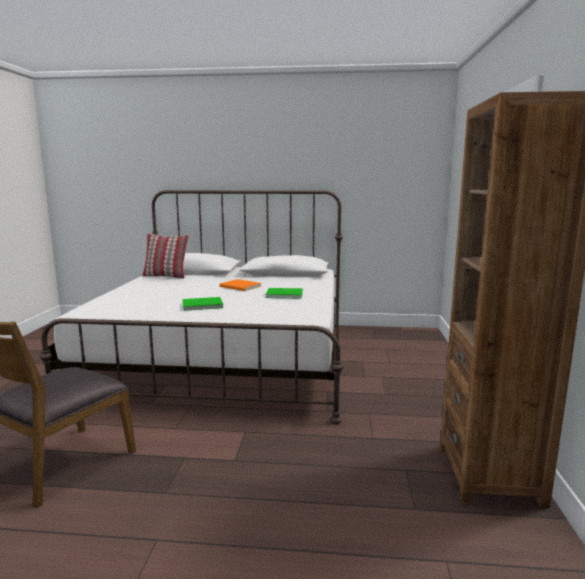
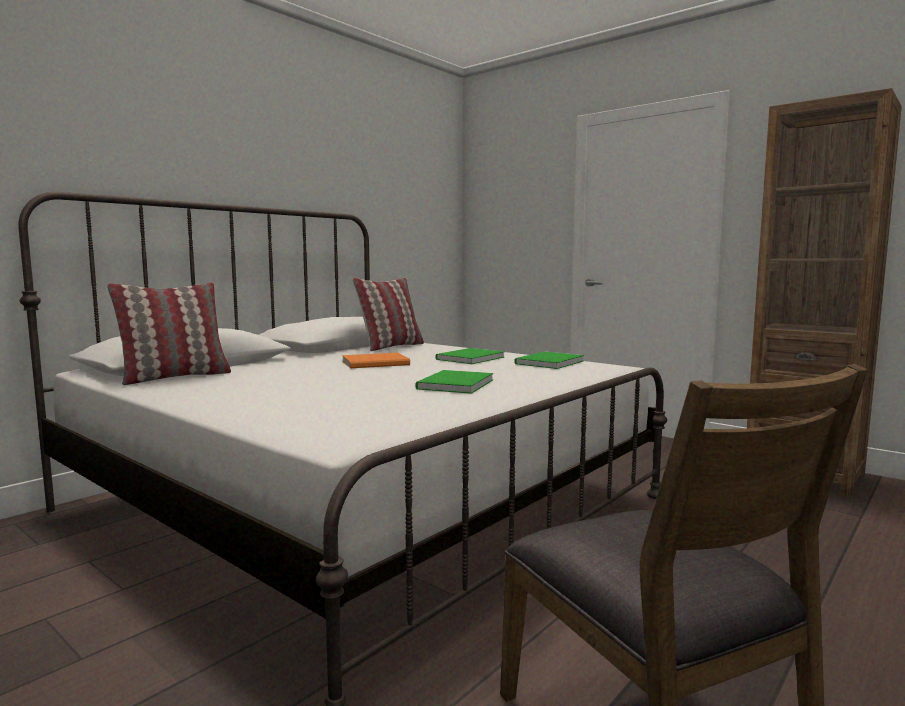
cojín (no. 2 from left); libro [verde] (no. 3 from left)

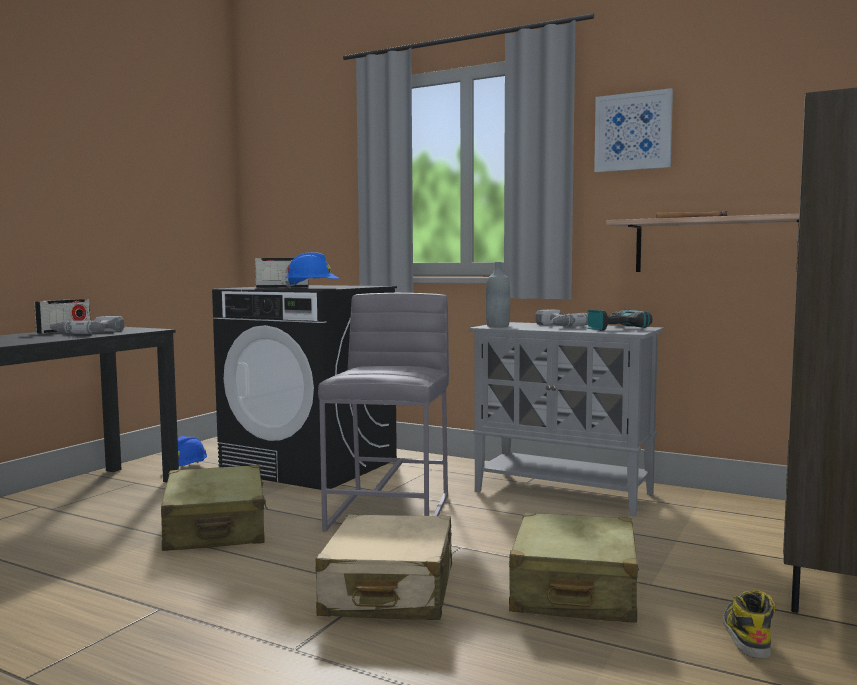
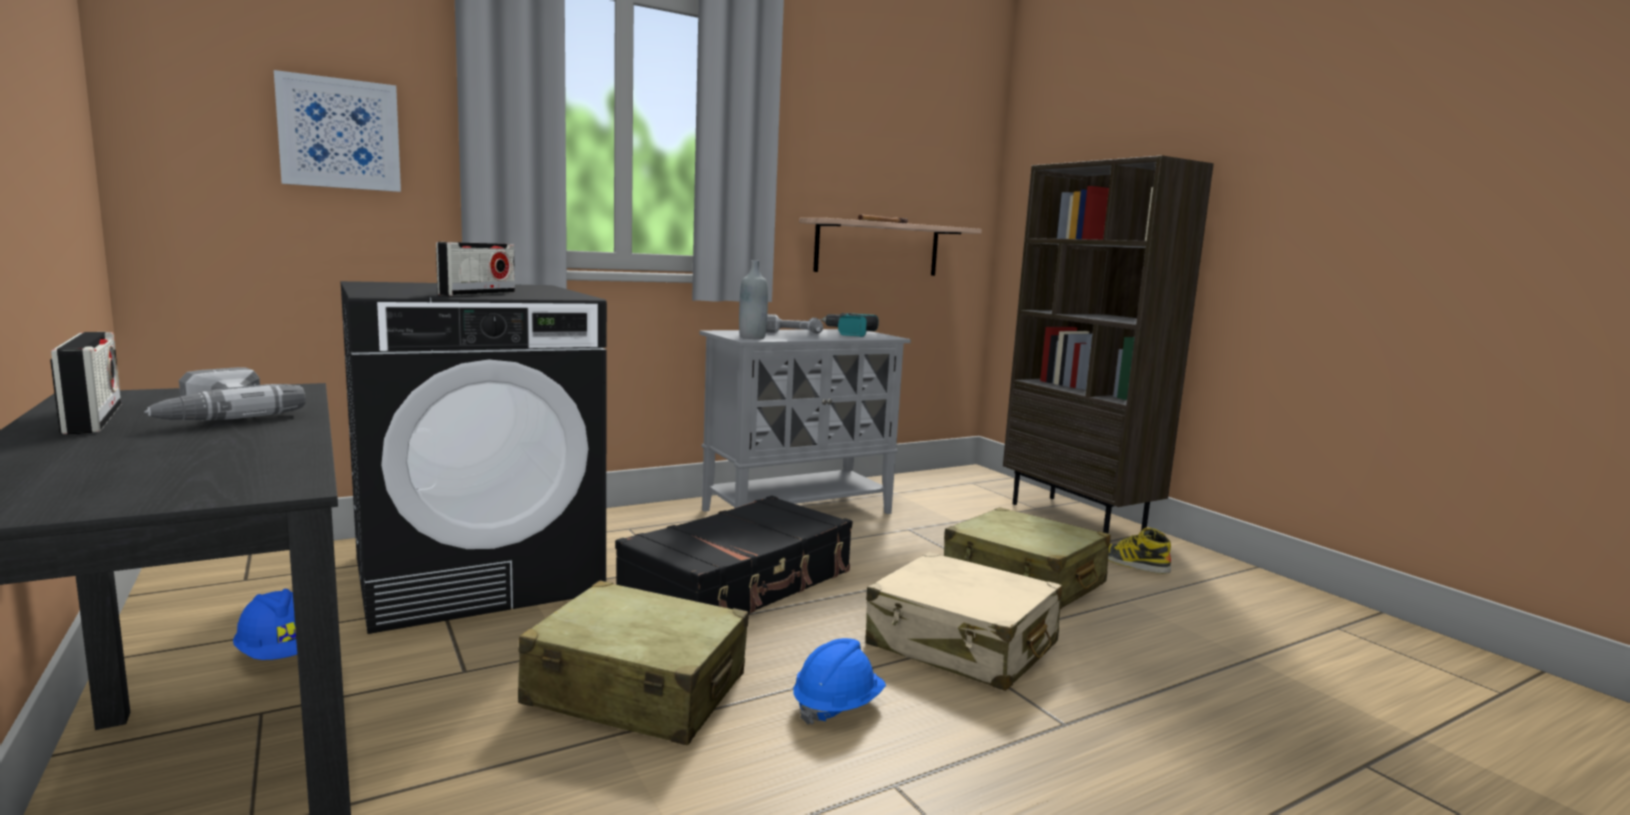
cuadro; casco [azul] (no. 2 from left); maleta [negro]

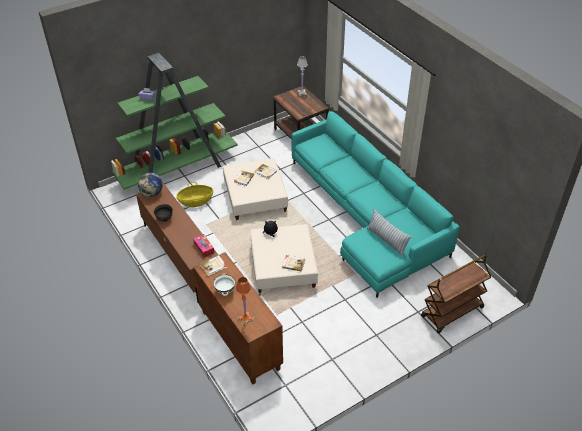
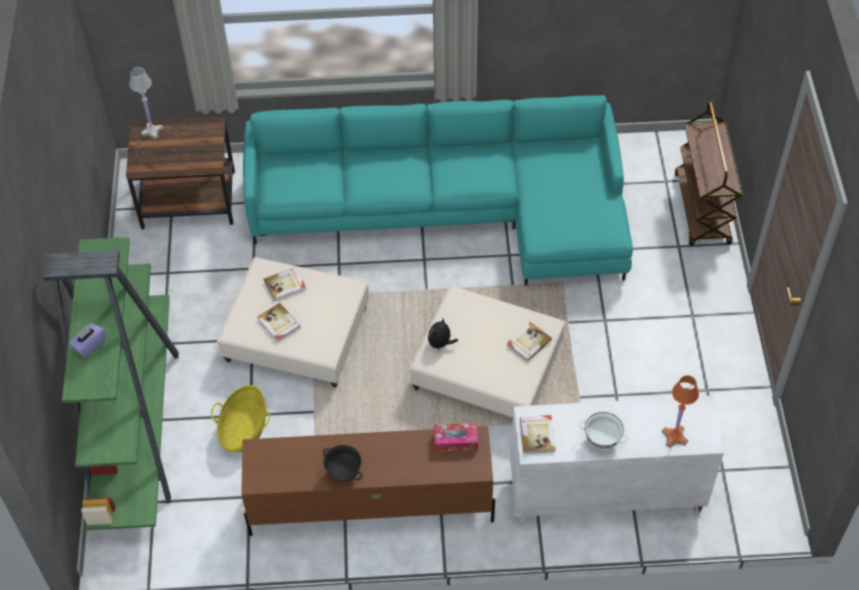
globo terráqueo; cojín; armario [blanco]

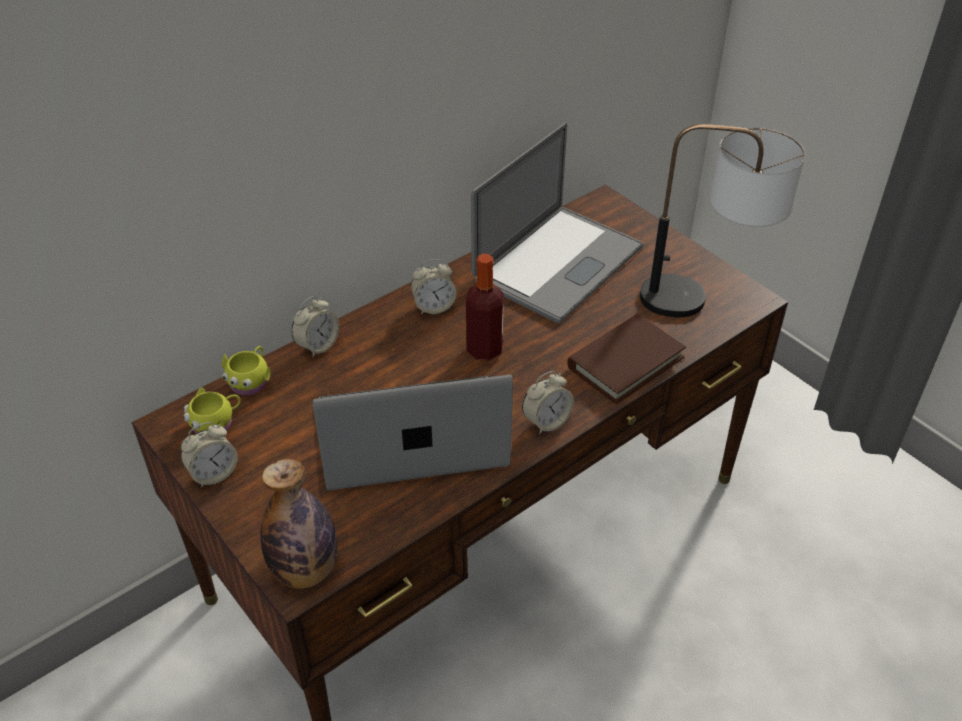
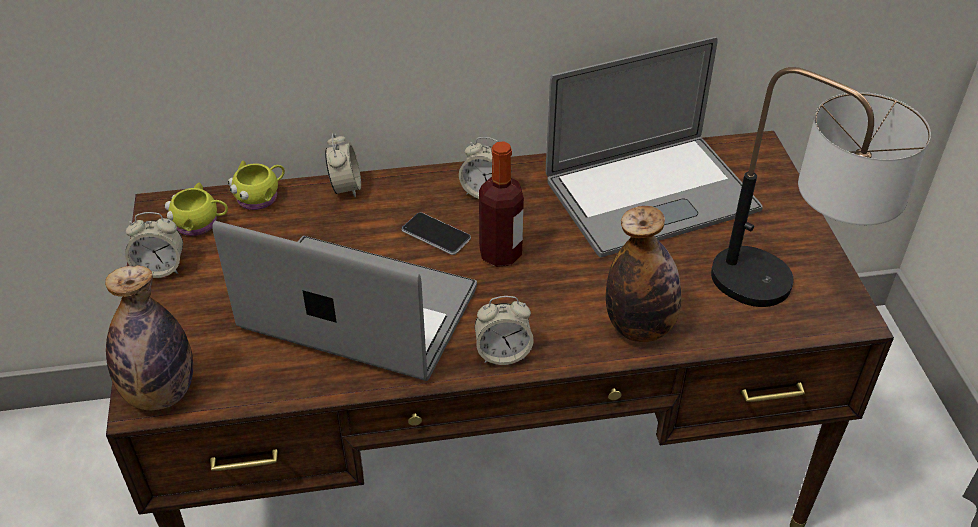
despertador (no. 2 from left); botella (no. 3 from left); móvil

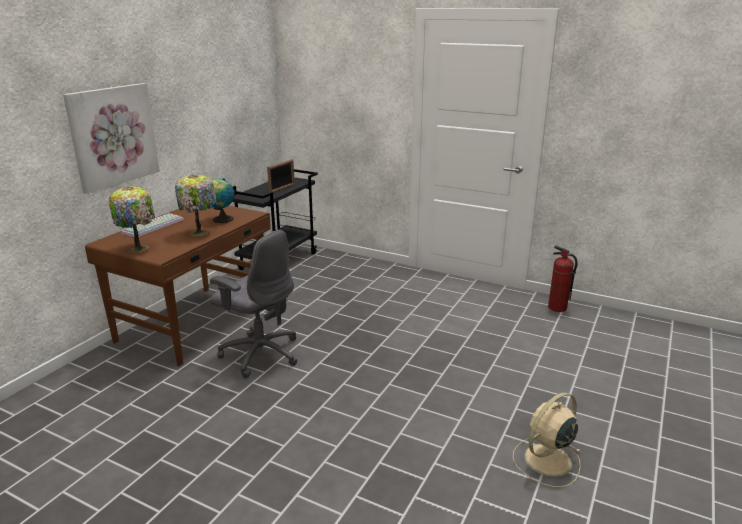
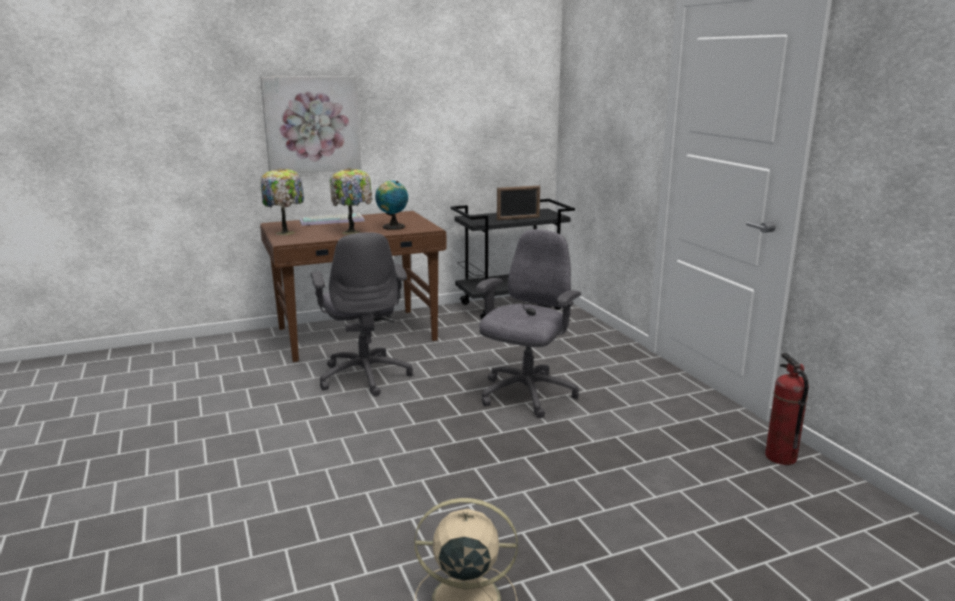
silla de oficina [gris] (no. 2 from left)

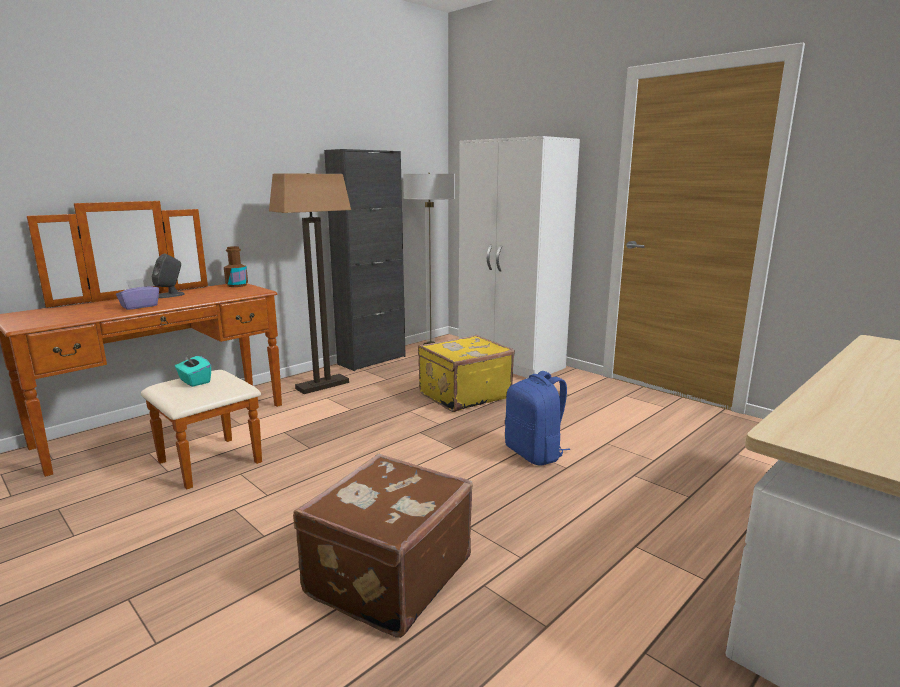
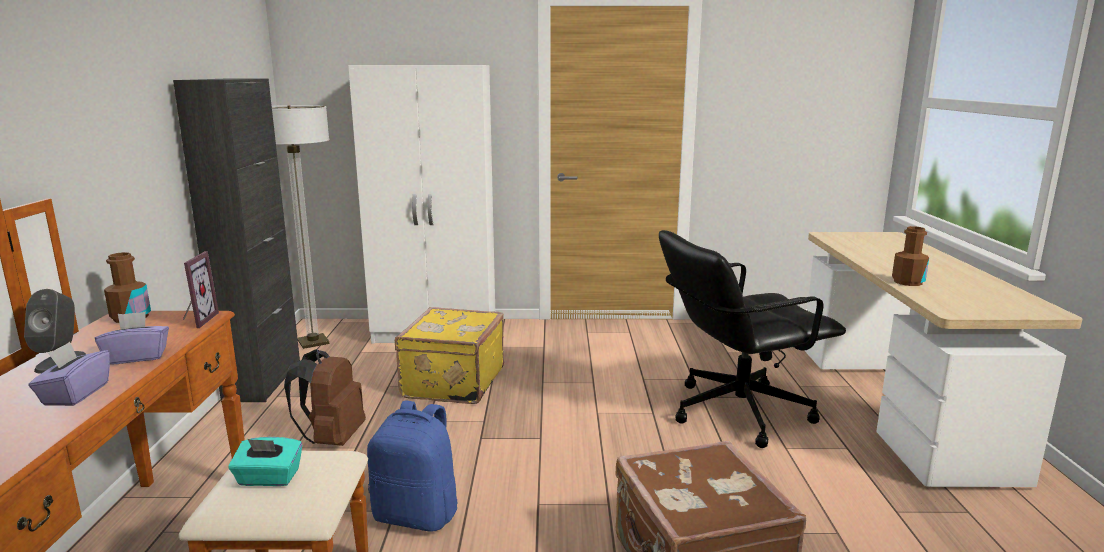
lámpara de pie (no. 1 from left in the first image); mochila [azul]; botella [marrón] (no. 2 from left); silla de oficina [negro]; portarretratos; caja de pañuelos [morado] (no. 2 from left); mochila [marrón]

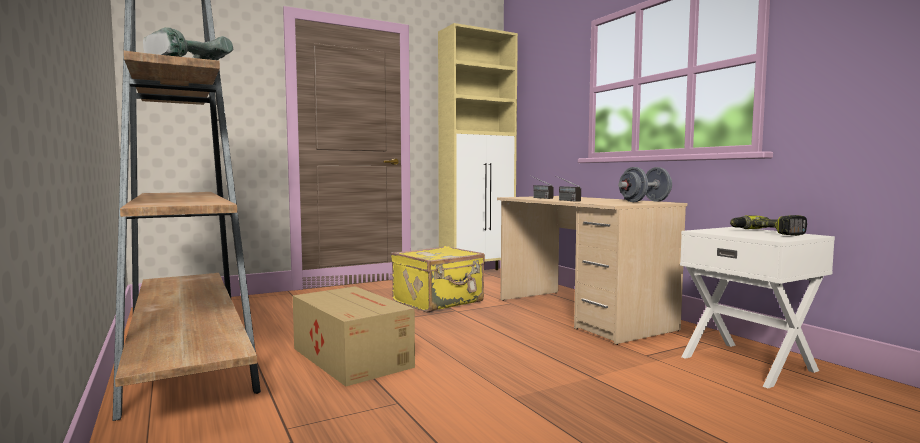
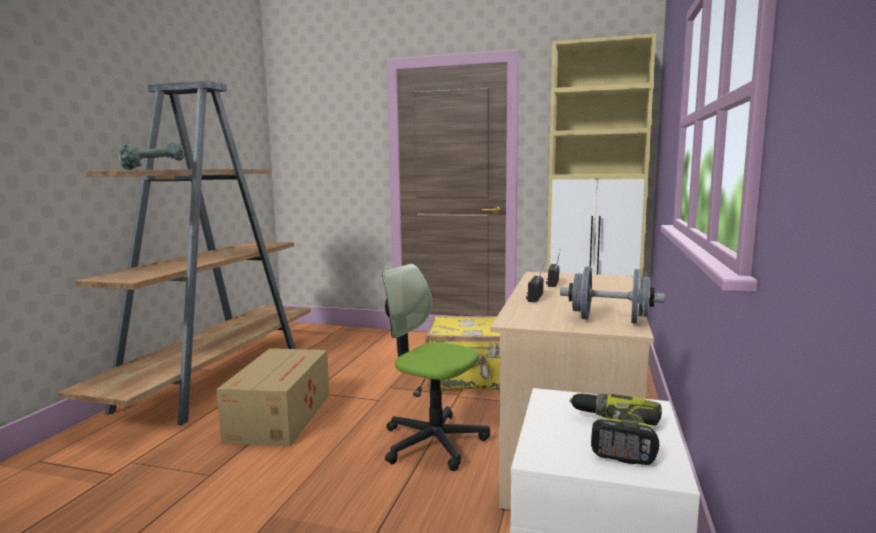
silla de oficina

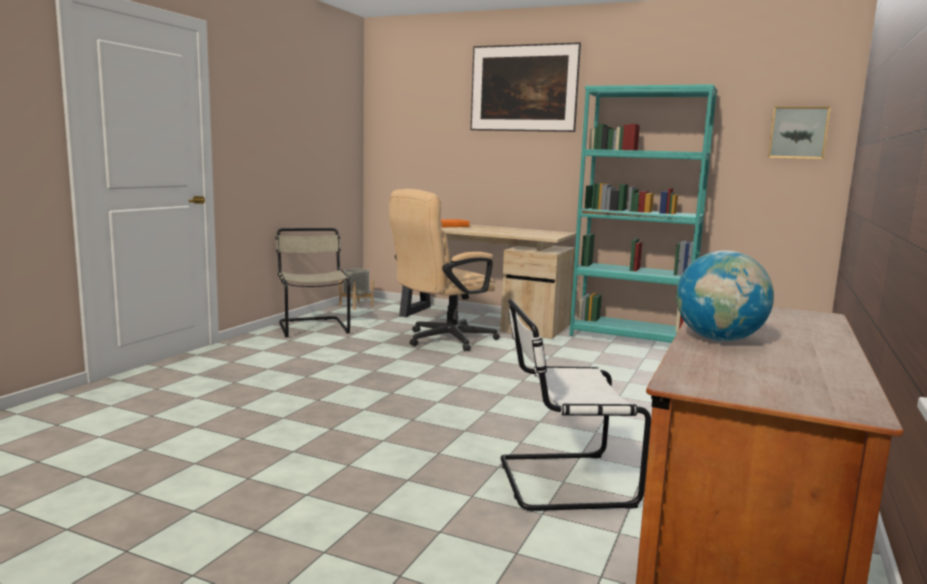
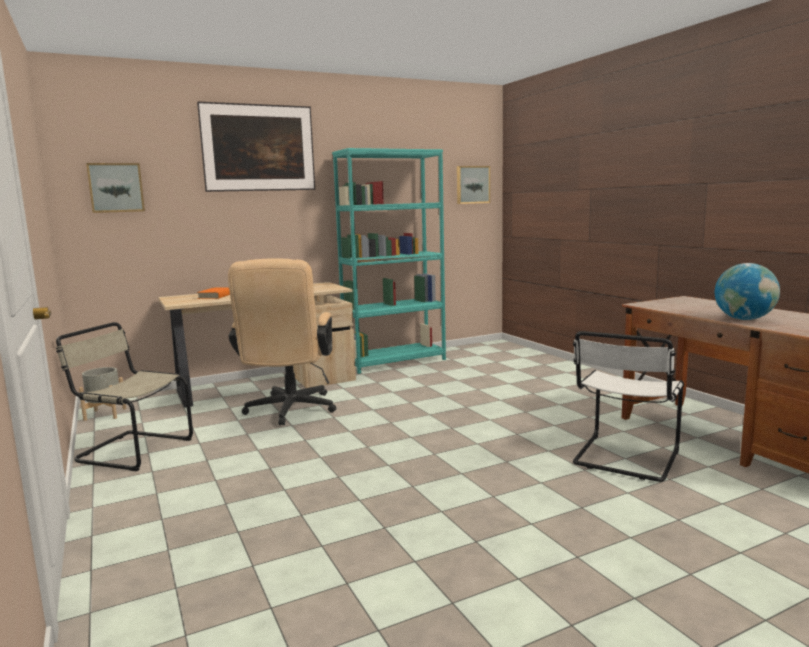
cuadro (no. 1 from left)

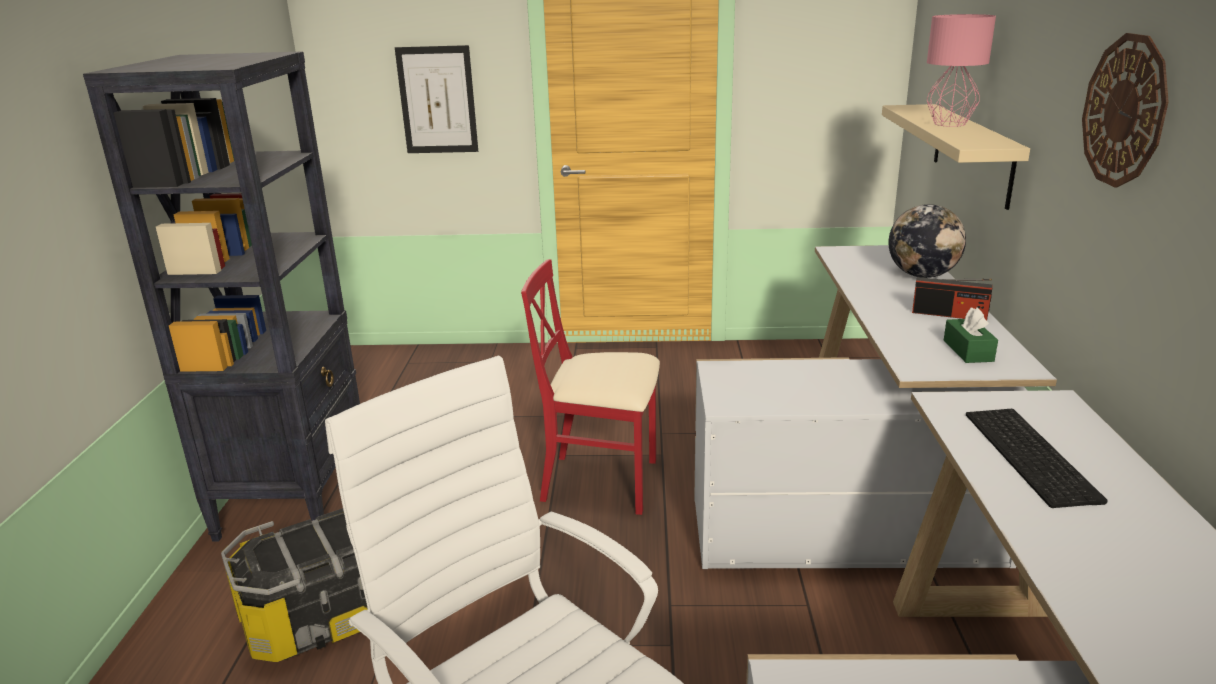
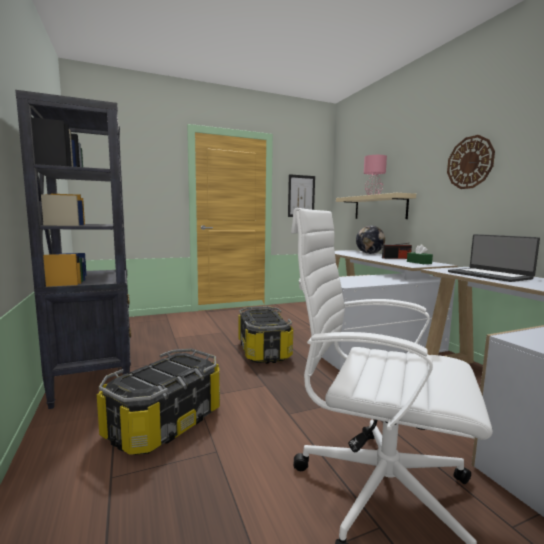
cuadro; caja de almacenaje (no. 2 from left); portátil

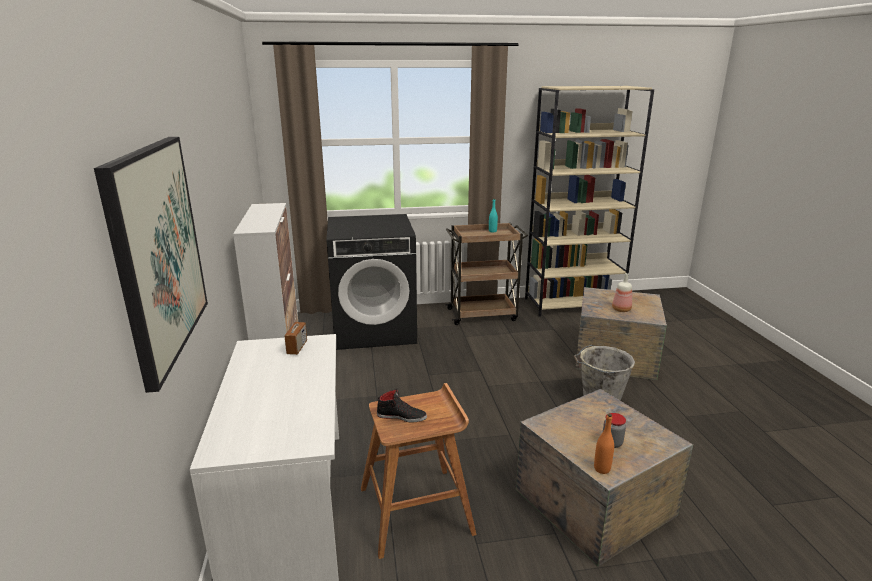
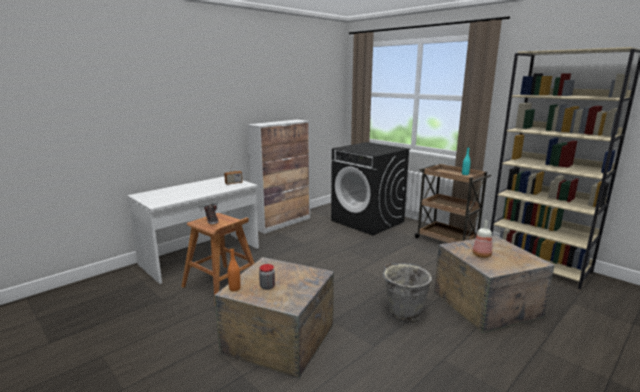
cuadro

